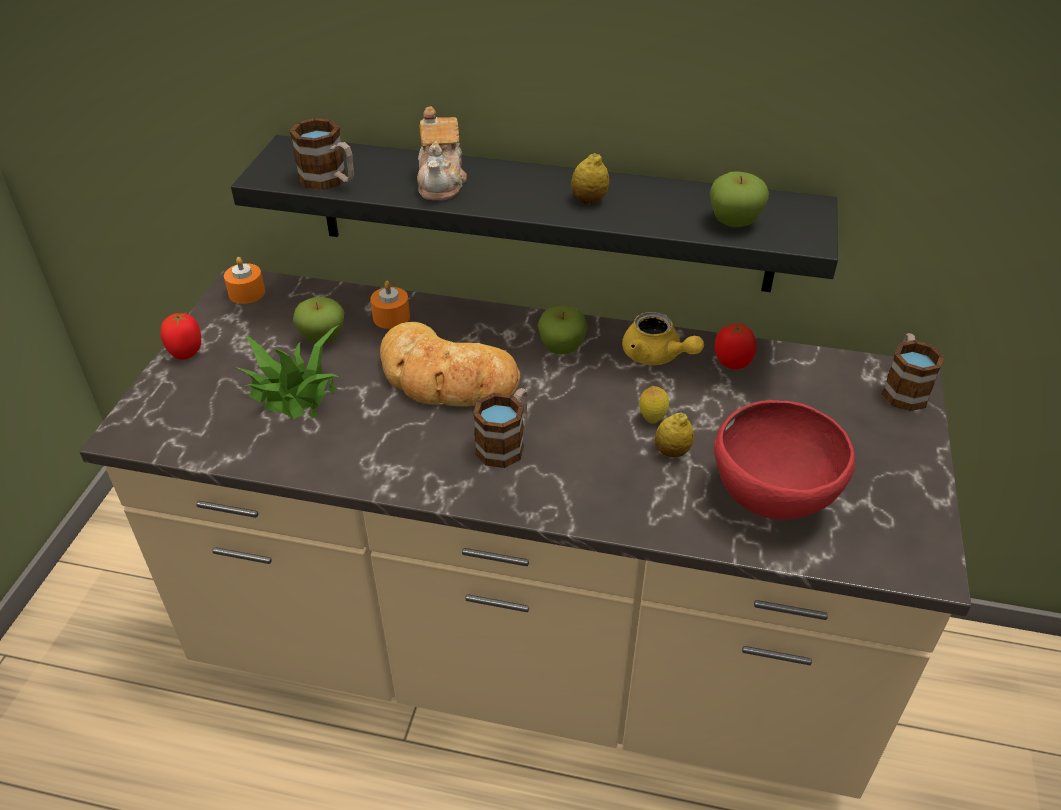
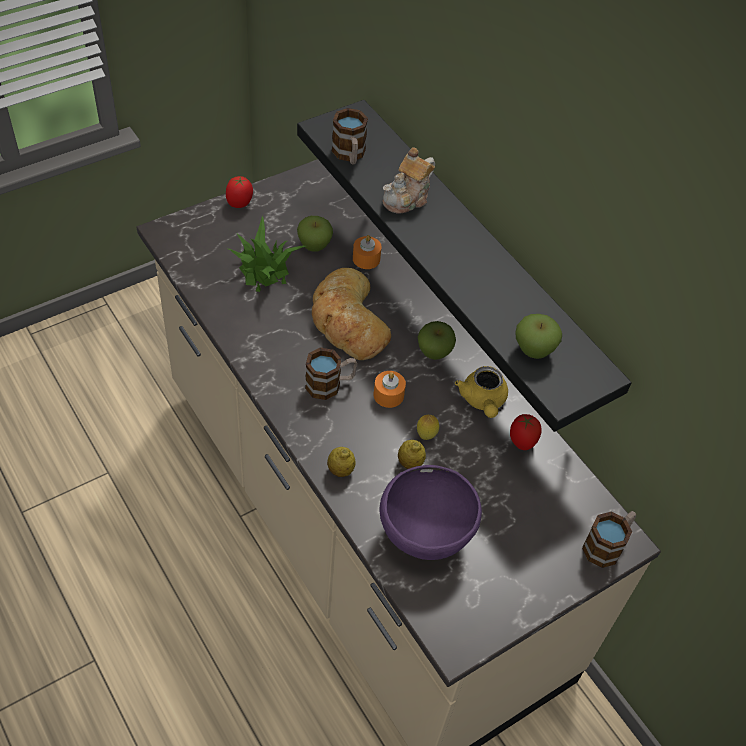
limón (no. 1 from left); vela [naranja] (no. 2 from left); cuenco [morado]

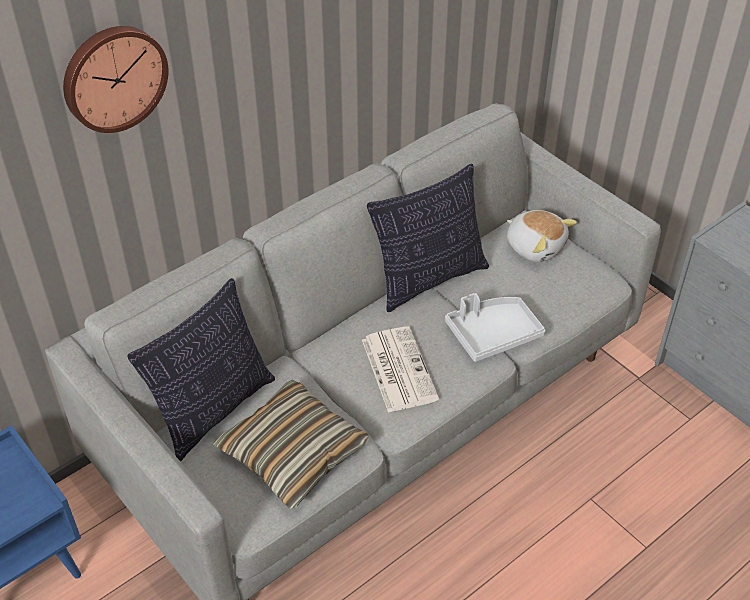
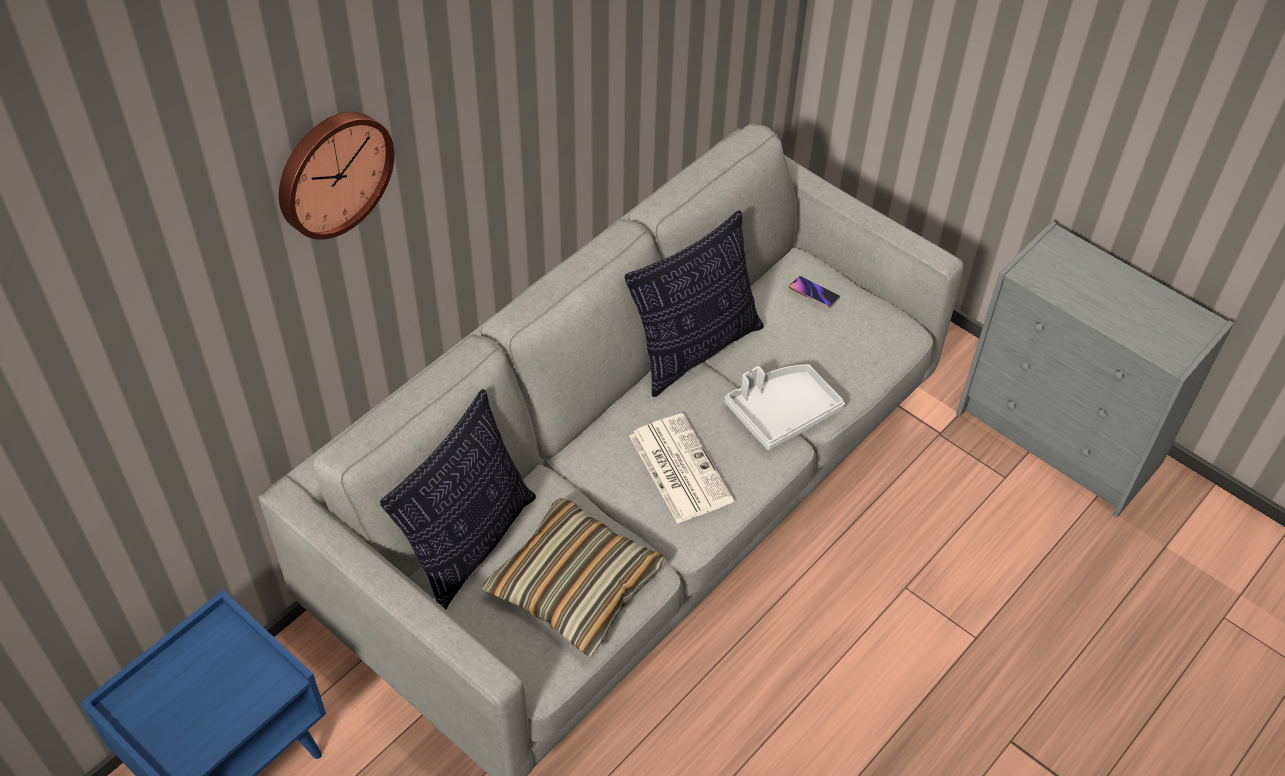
móvil

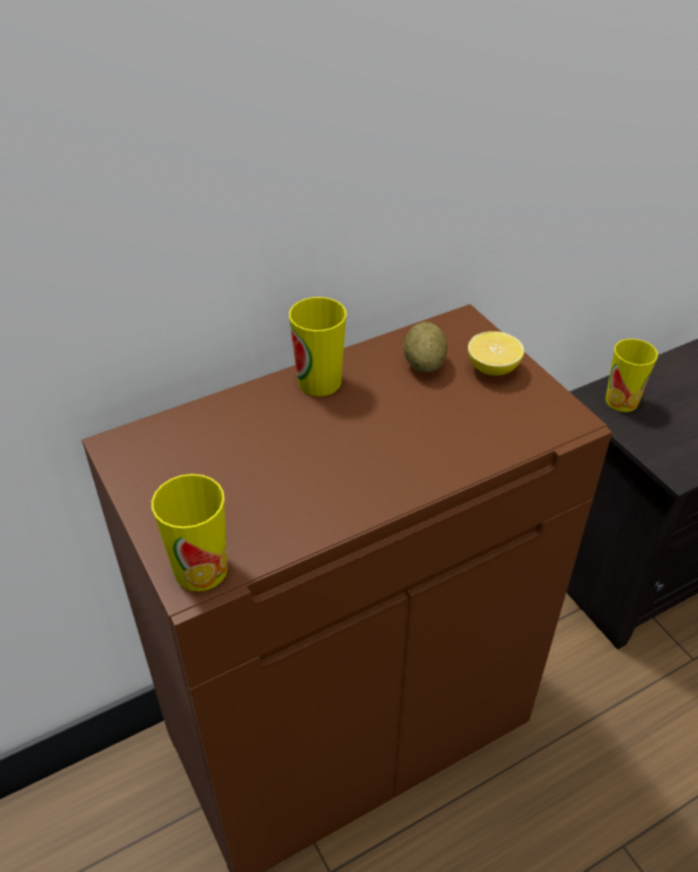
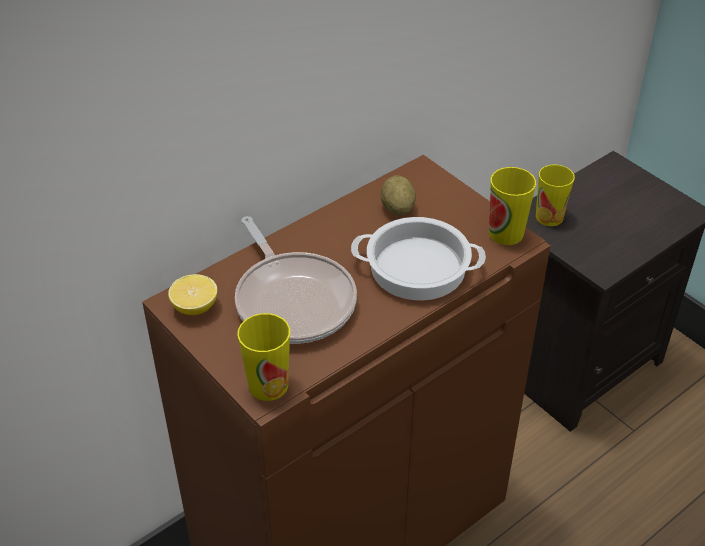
taza (no. 2 from left); limón; sartén; olla

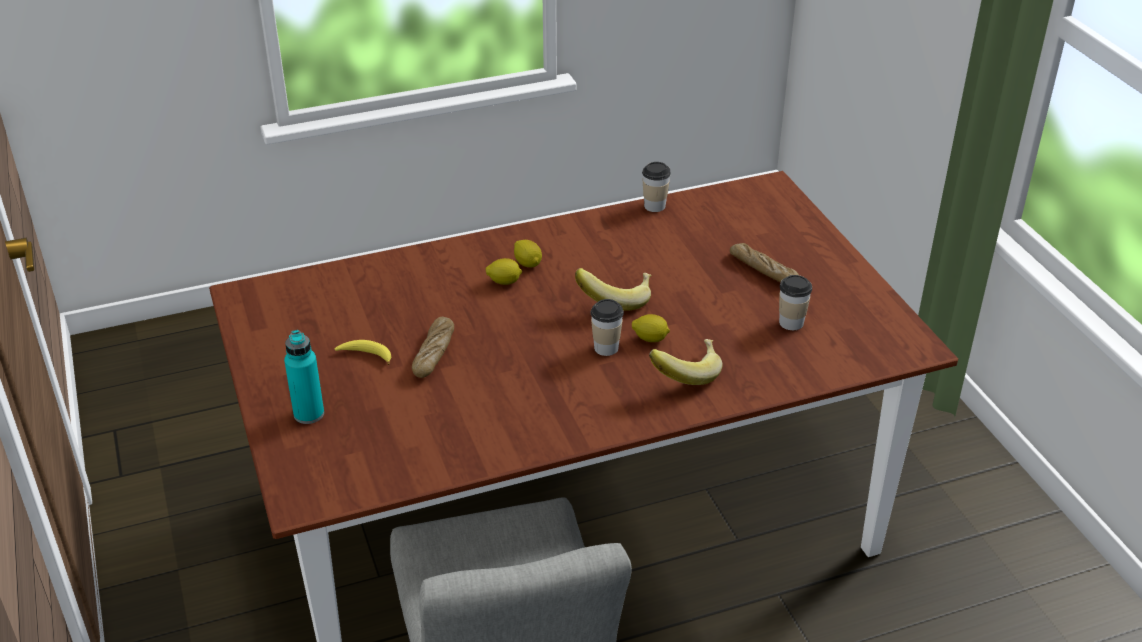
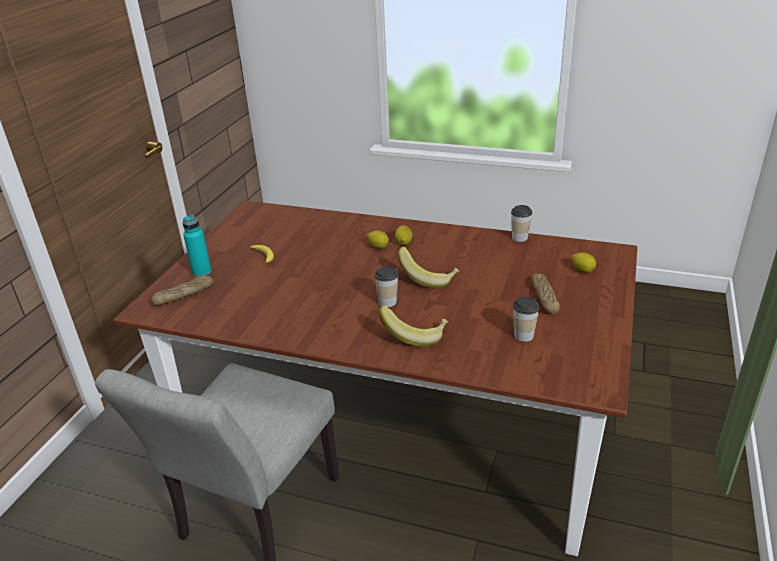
limón (no. 3 from left); pan (no. 1 from left)

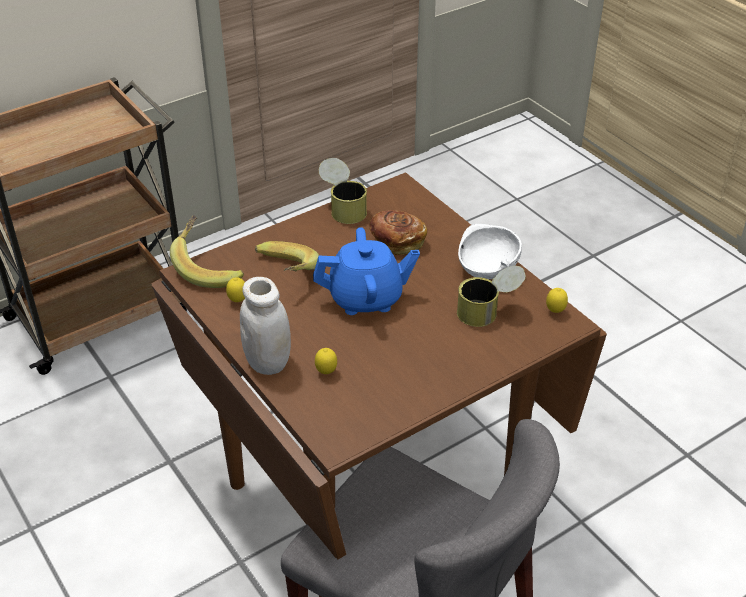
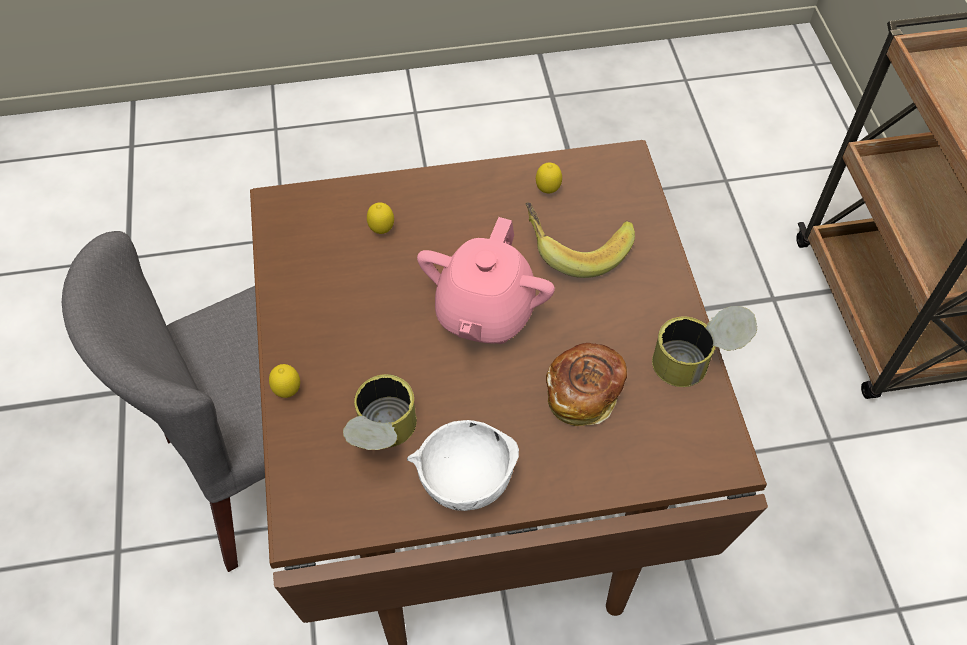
plátano (no. 1 from left in the first image); tetera [rosa]; tarro [blanco]; limón (no. 1 from left)

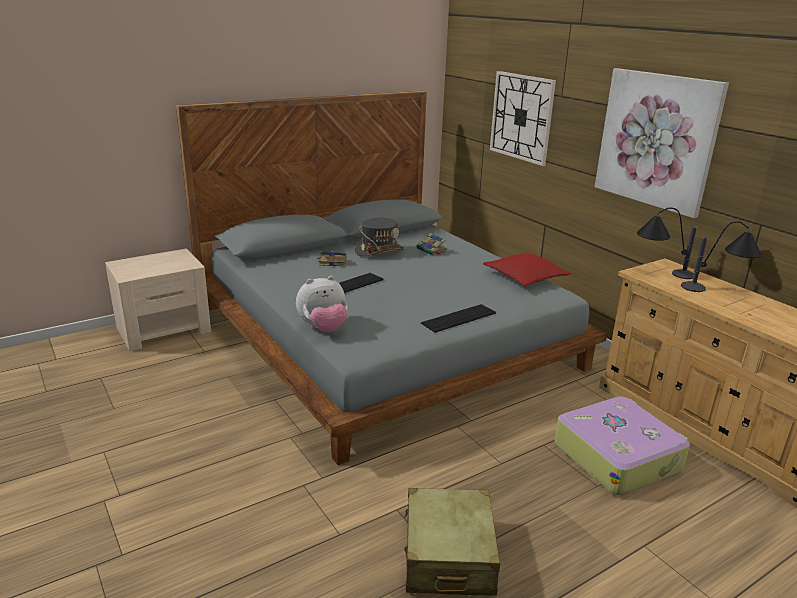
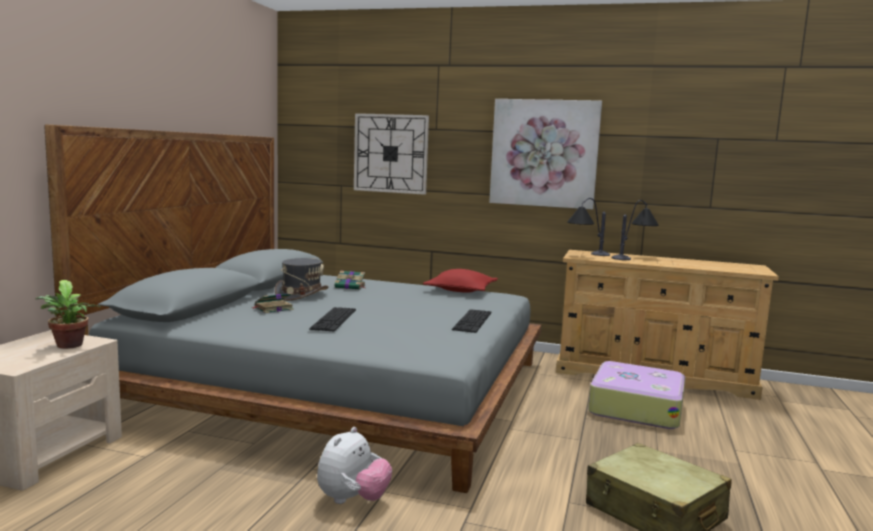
peluche; planta en maceta

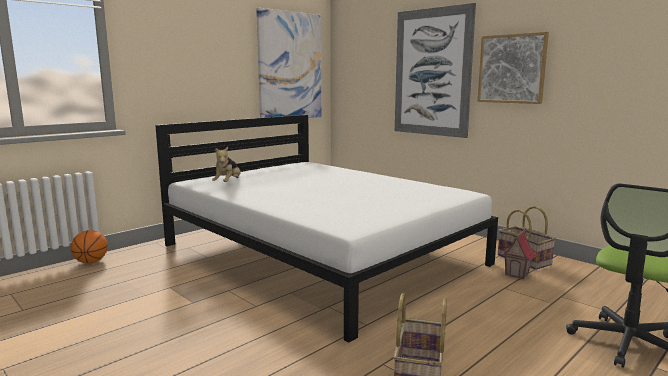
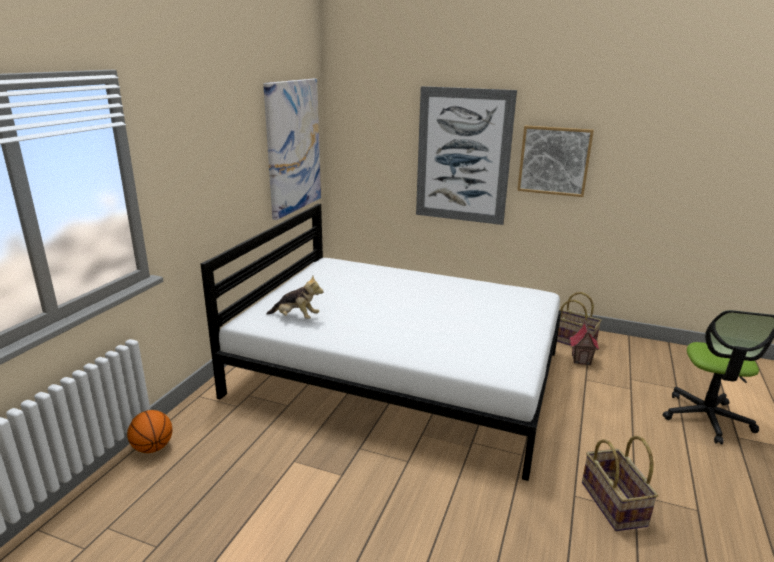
peluche

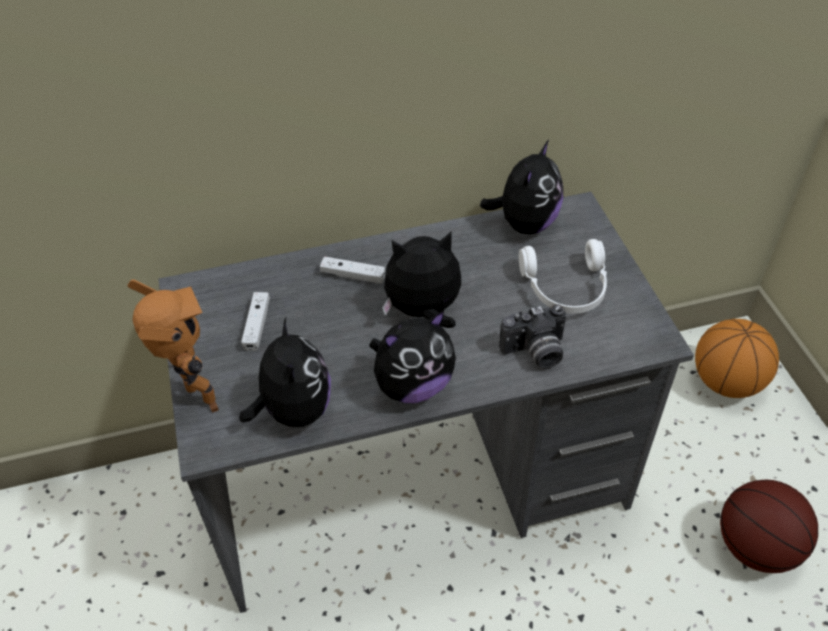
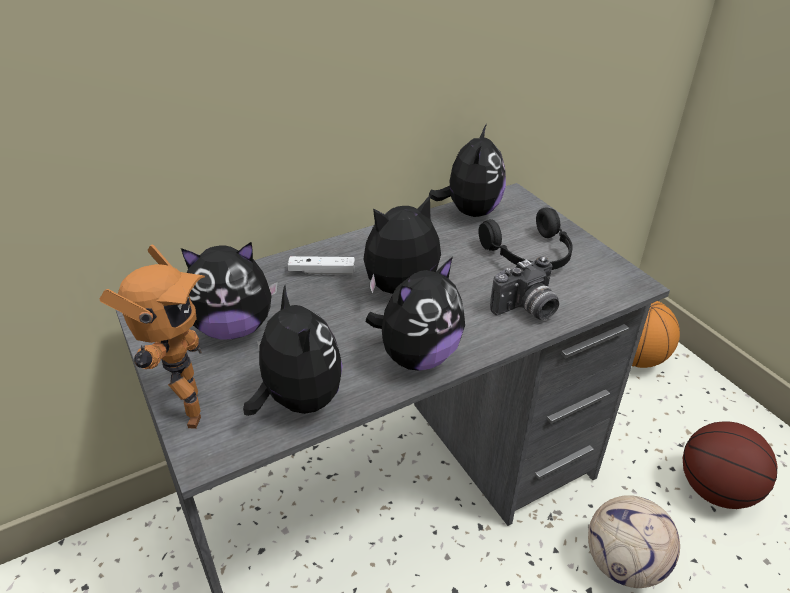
auriculares [negro]; robot de juguete; peluche (no. 1 from left); balón de fútbol

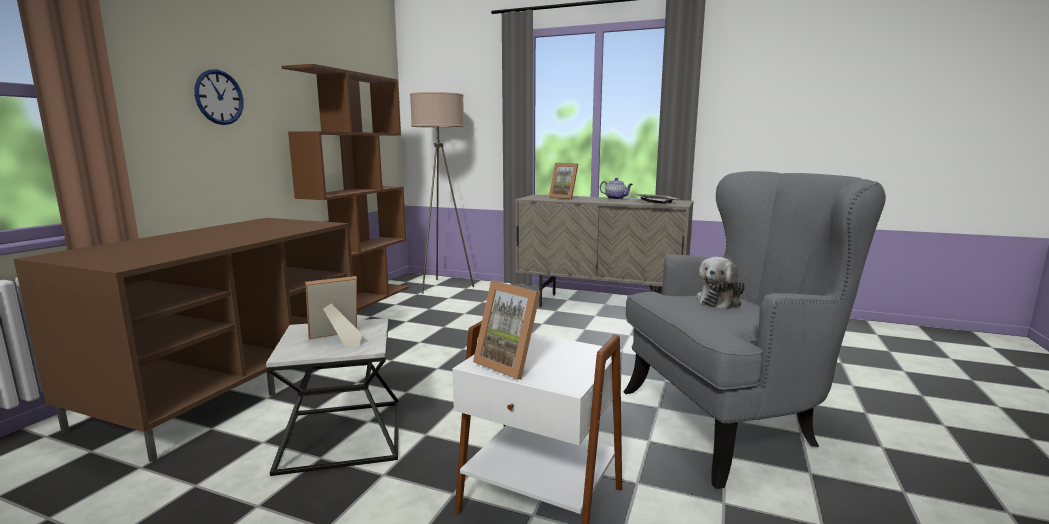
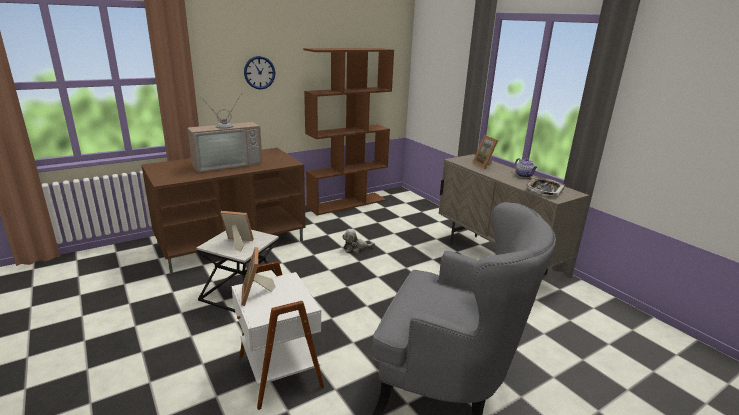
lámpara de pie [beis]; peluche; televisor

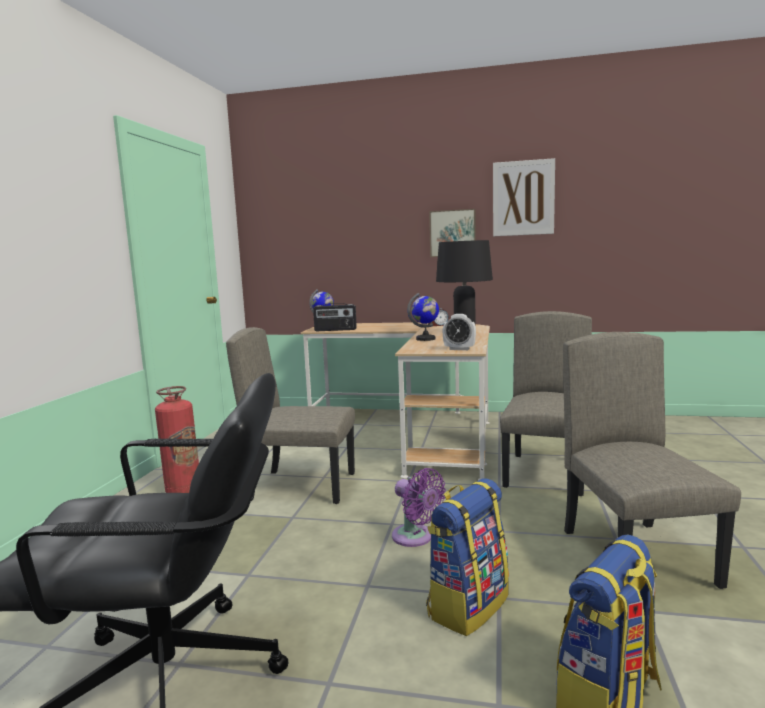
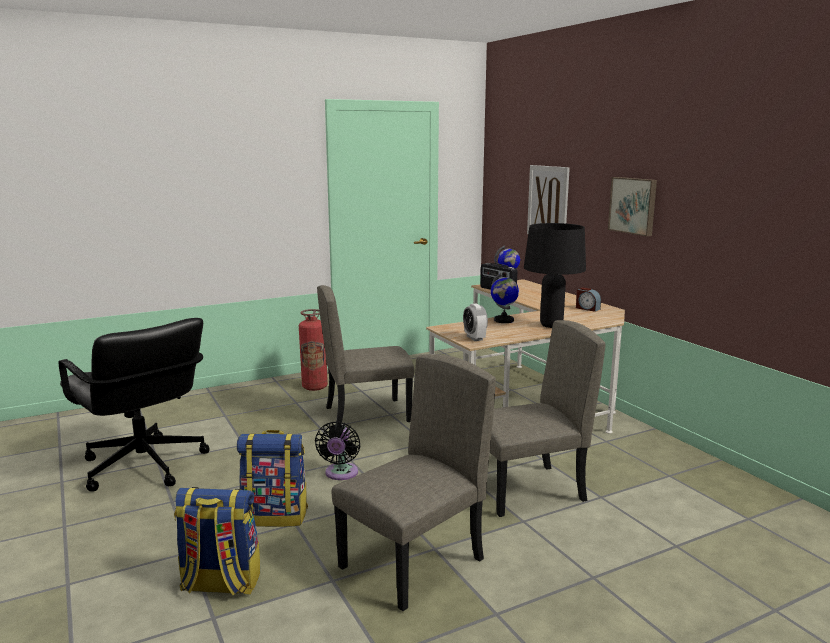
cuadro (no. 1 from left); silla [beis] (no. 1 from left); ventilador [negro]

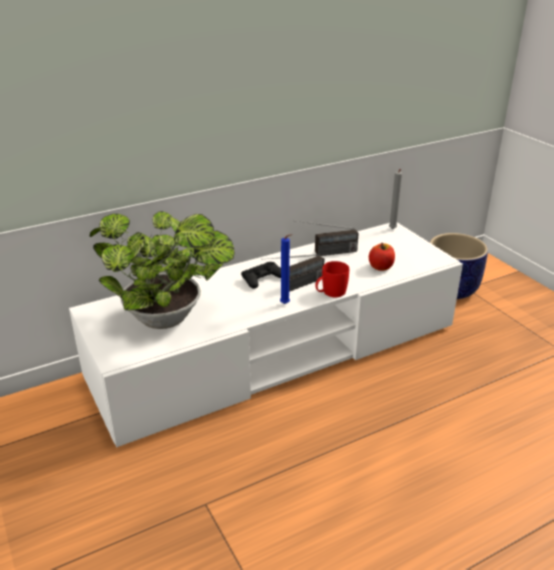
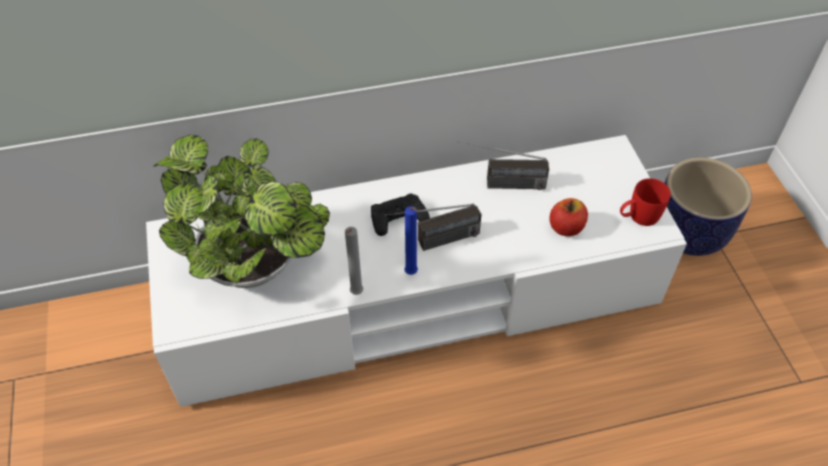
vela [gris]; taza grande [rojo]

